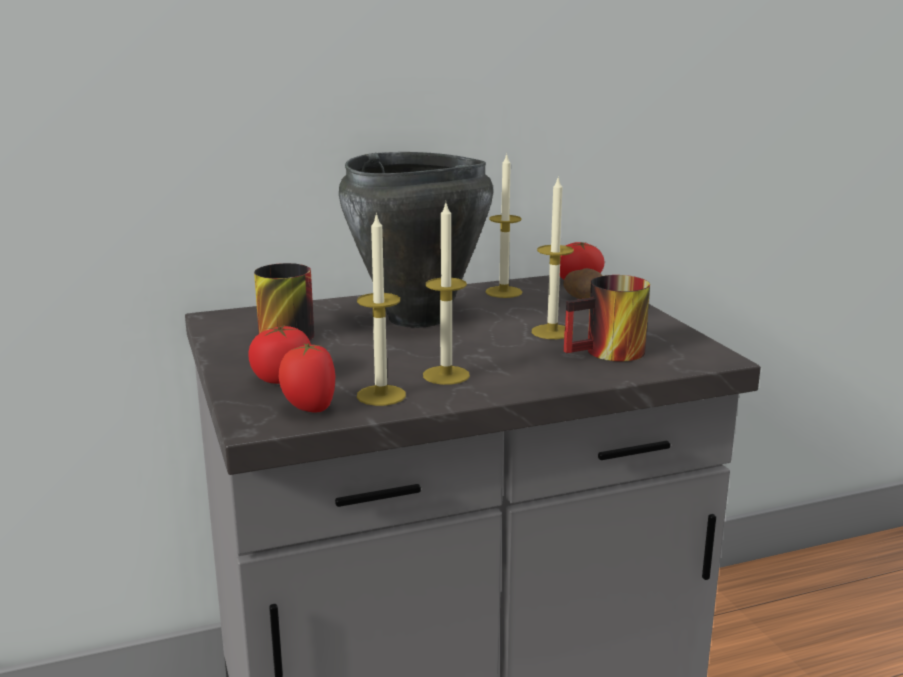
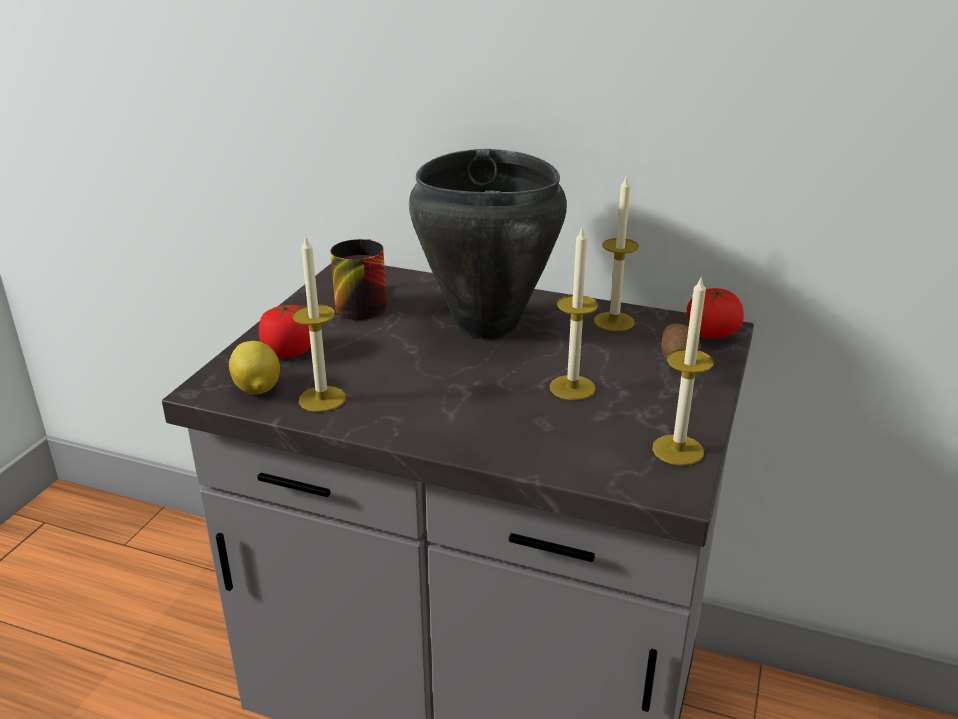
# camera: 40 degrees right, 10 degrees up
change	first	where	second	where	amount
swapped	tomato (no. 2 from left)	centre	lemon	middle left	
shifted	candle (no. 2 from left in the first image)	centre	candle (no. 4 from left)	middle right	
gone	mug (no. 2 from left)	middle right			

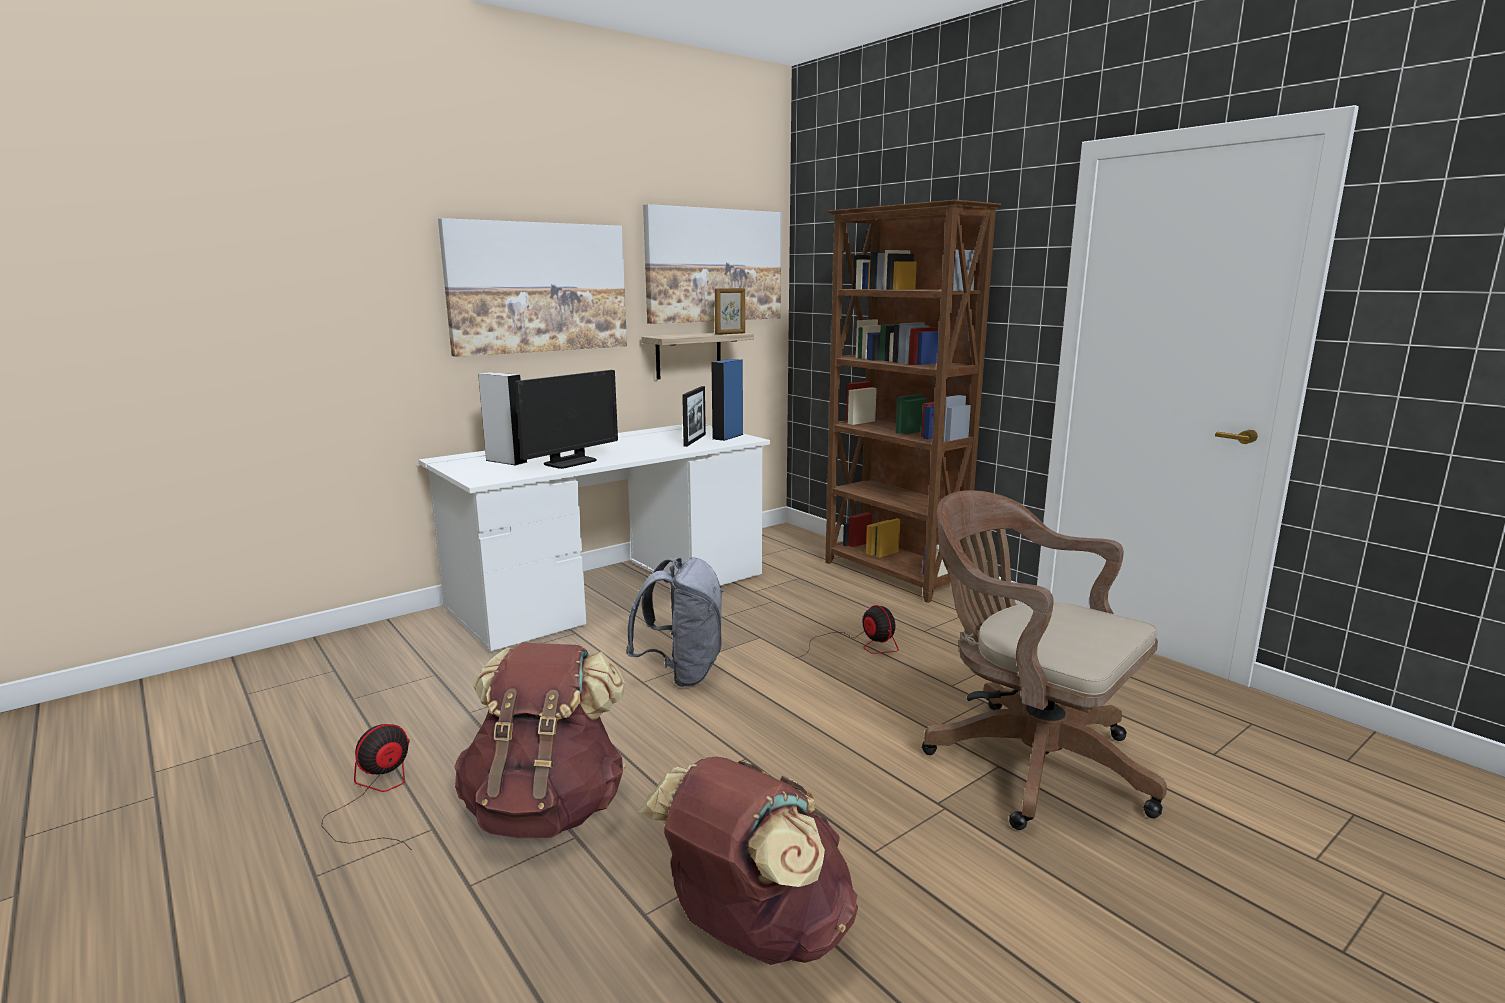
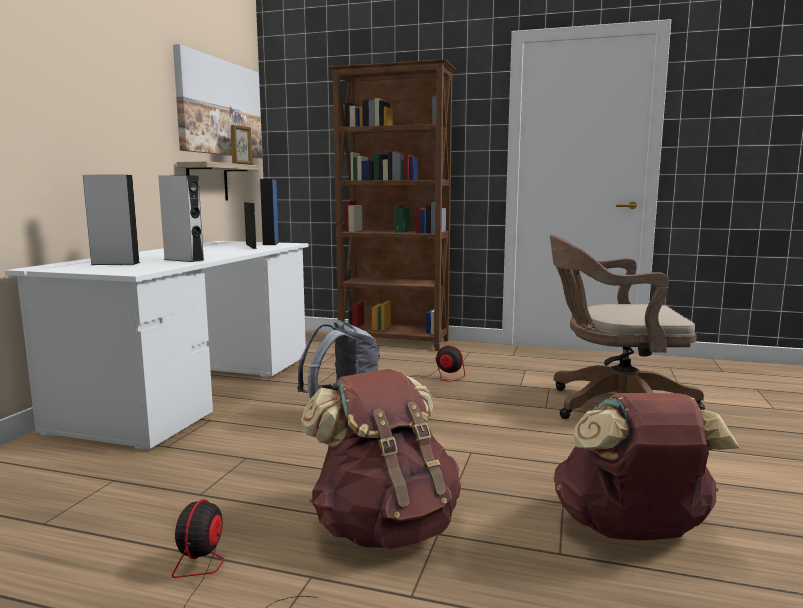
# camera: 35 degrees left, 5 degrees down
change	first	where	second	where	amount
gone	picture (no. 1 from left)	top centre			
swapped	monitor	centre	grey speaker (no. 2 from left)	middle left	

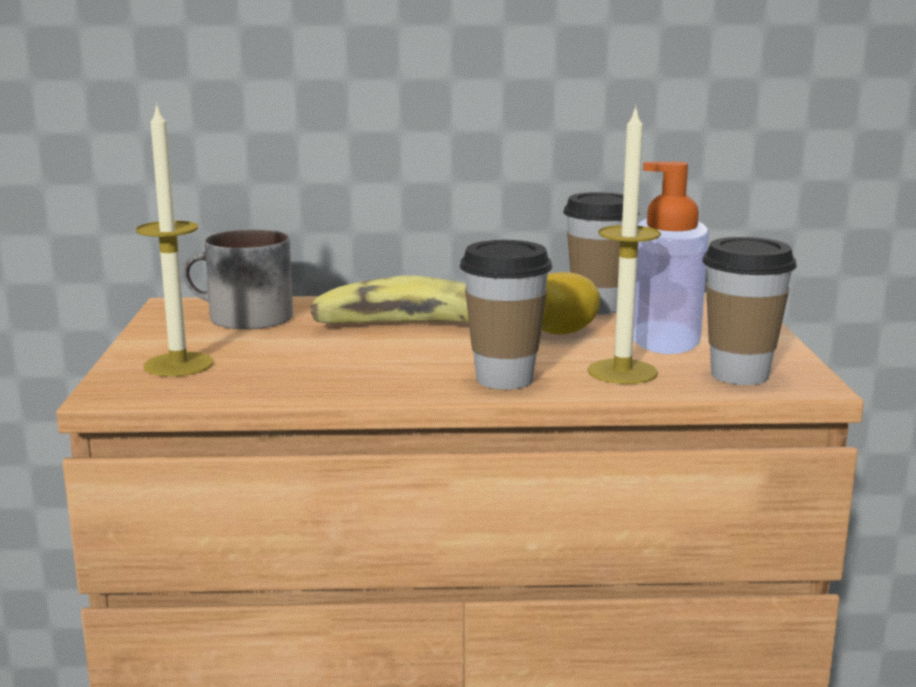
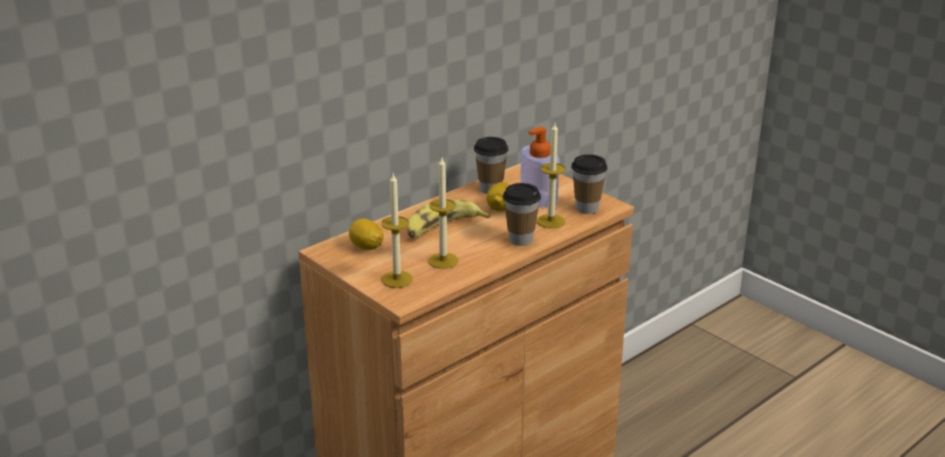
# camera: 40 degrees left, 10 degrees up
change	first	where	second	where	amount
swapped	mug	middle left	lemon (no. 1 from left)	centre	
new			candle (no. 2 from left)	centre	

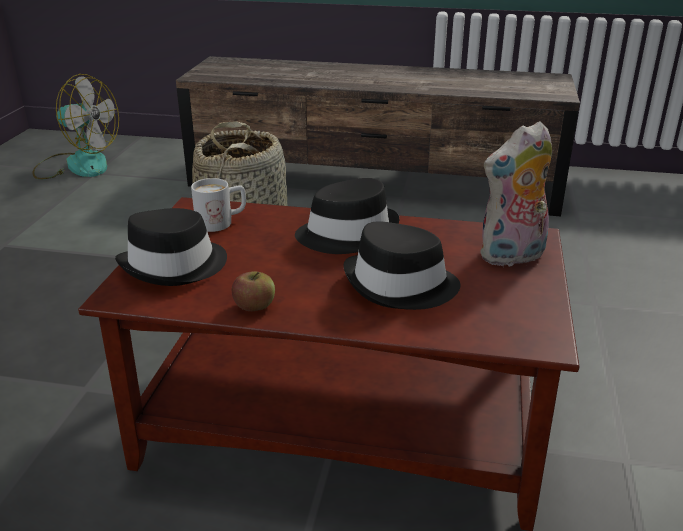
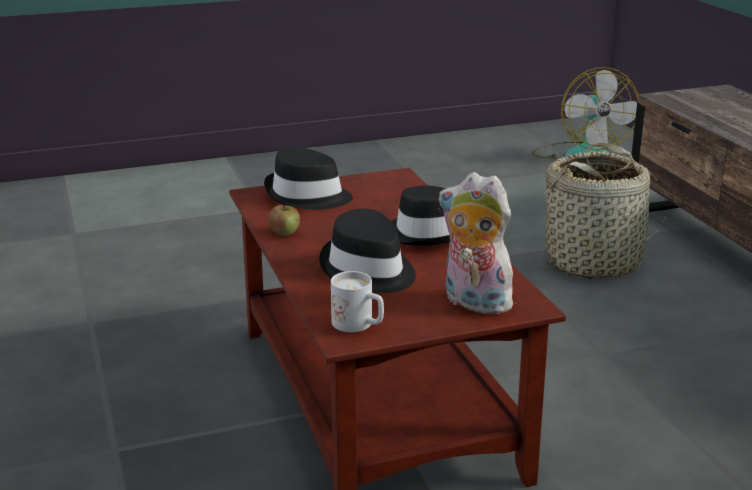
# camera: 60 degrees right, 5 degrees down
change	first	where	second	where	amount
shifted	white mug	middle left		centre	

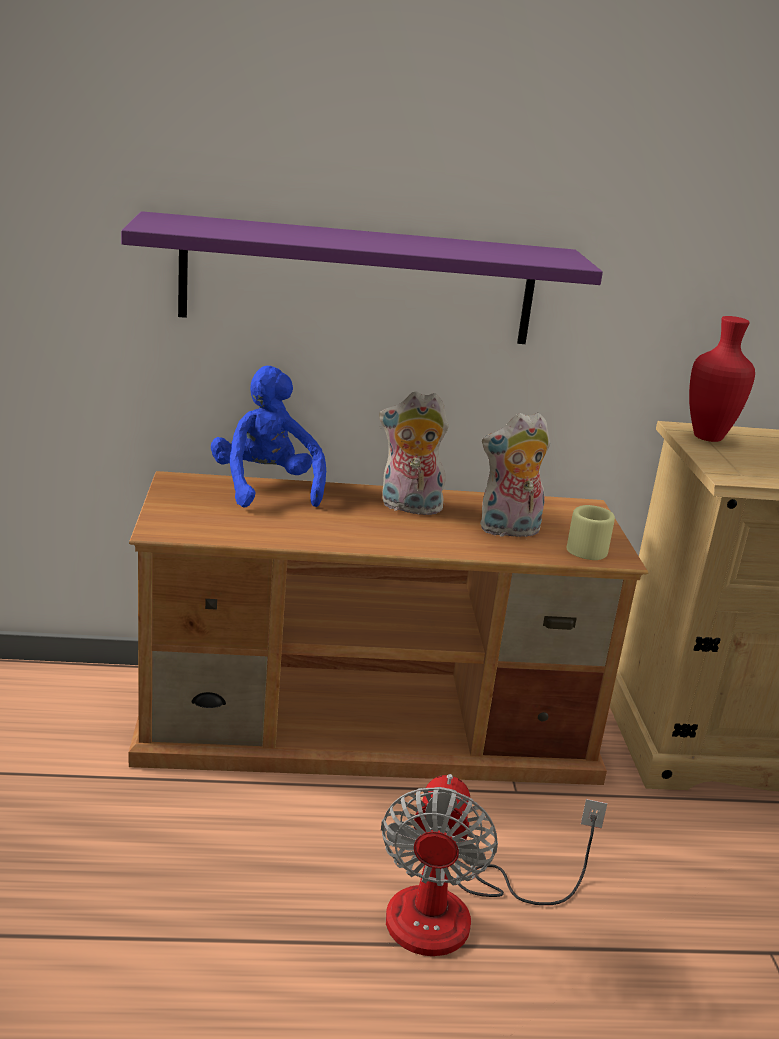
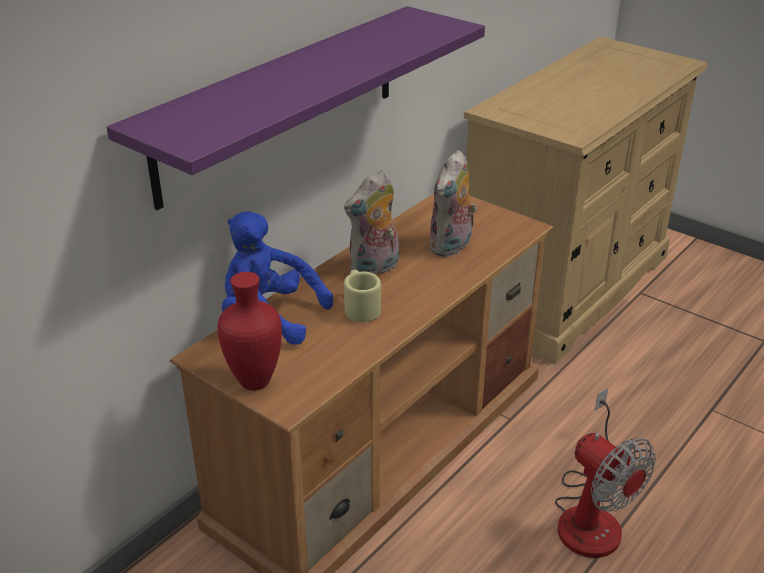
# camera: 45 degrees left, 10 degrees up
change	first	where	second	where	amount
shifted	beige mug	middle right		centre	
shifted	red vase	middle right		middle left	

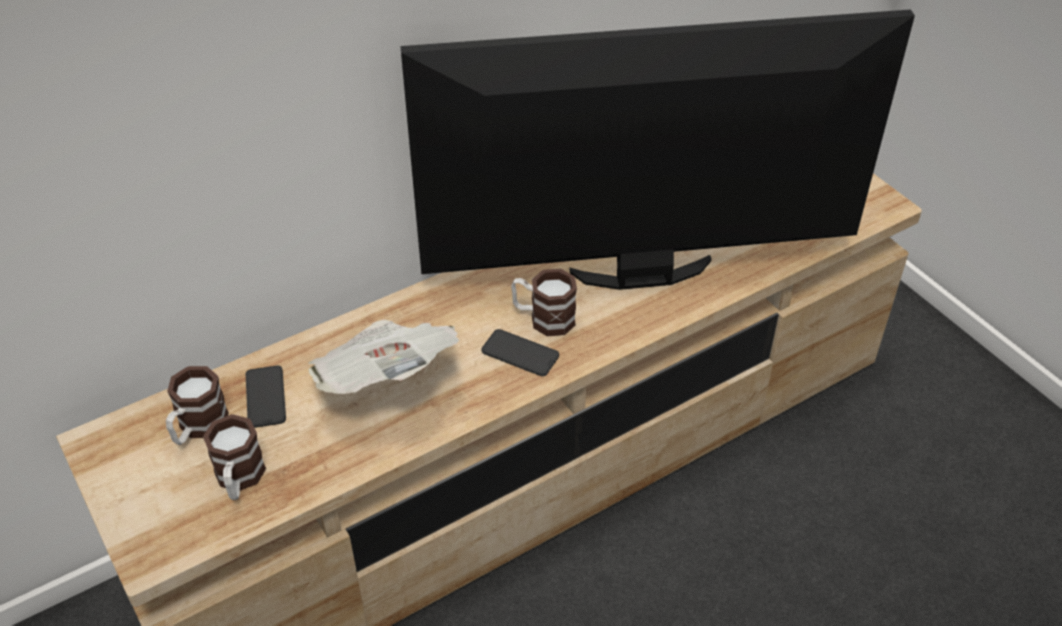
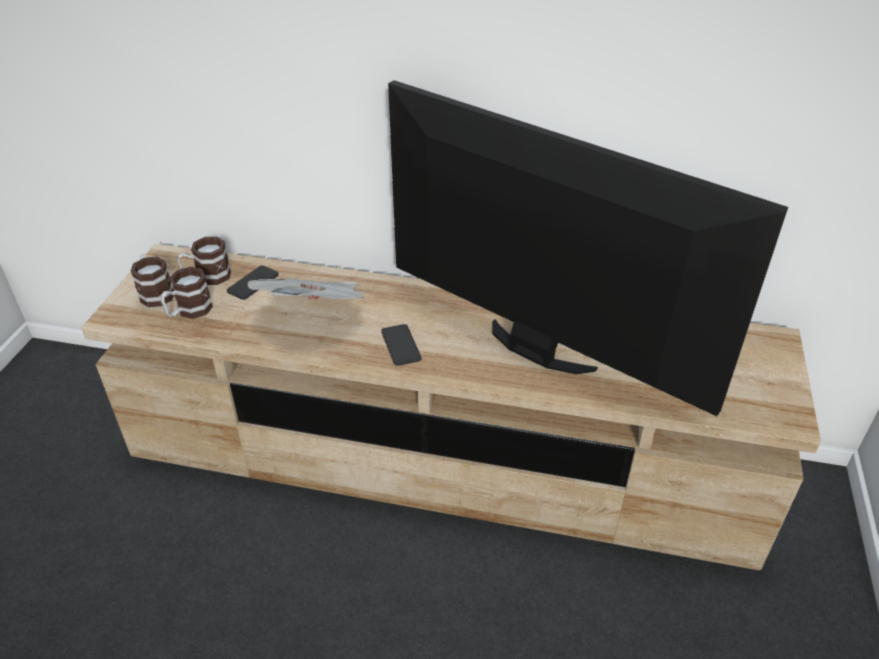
# camera: 45 degrees right, 5 degrees down
change	first	where	second	where	amount
shifted	mug (no. 3 from left in the first image)	centre	mug (no. 1 from left)	middle left	

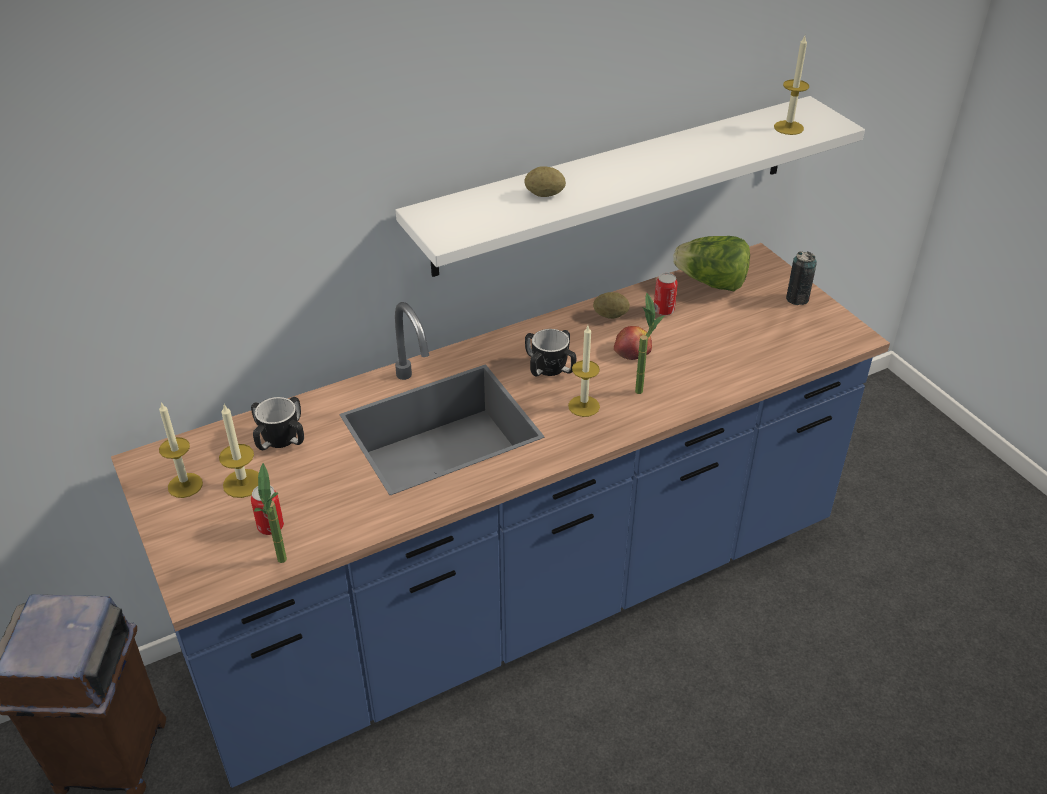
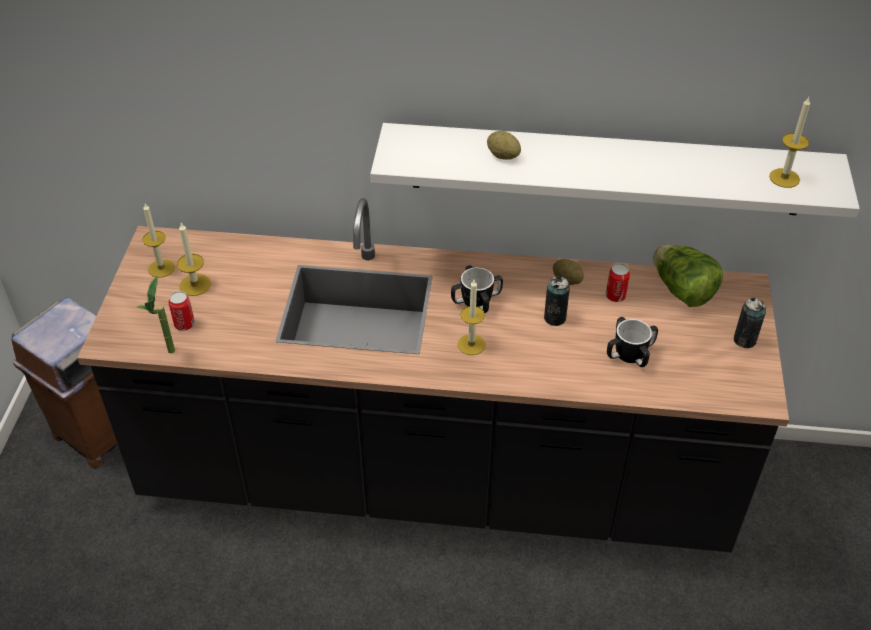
# camera: 35 degrees right, 5 degrees up
change	first	where	second	where	amount
repainted	blue counter	centre	black counter	centre	
shifted	mug (no. 1 from left in the first image)	middle left	mug (no. 2 from left)	middle right	
swapped	apple	centre	can (no. 2 from left)	centre	
gone	potted plant (no. 2 from left)	centre			

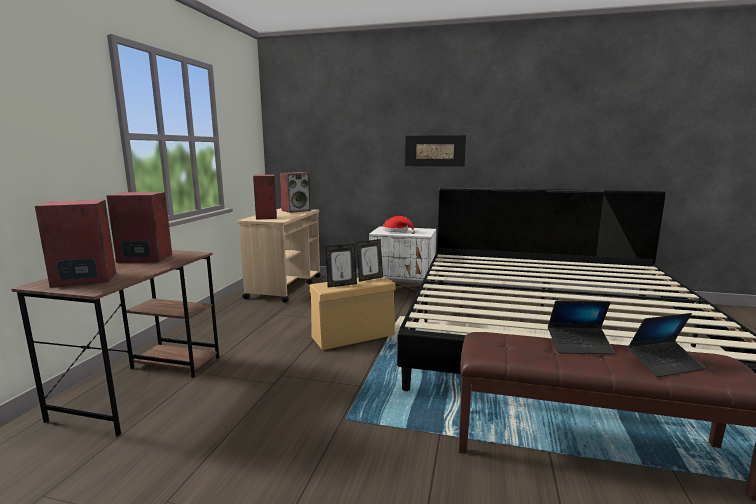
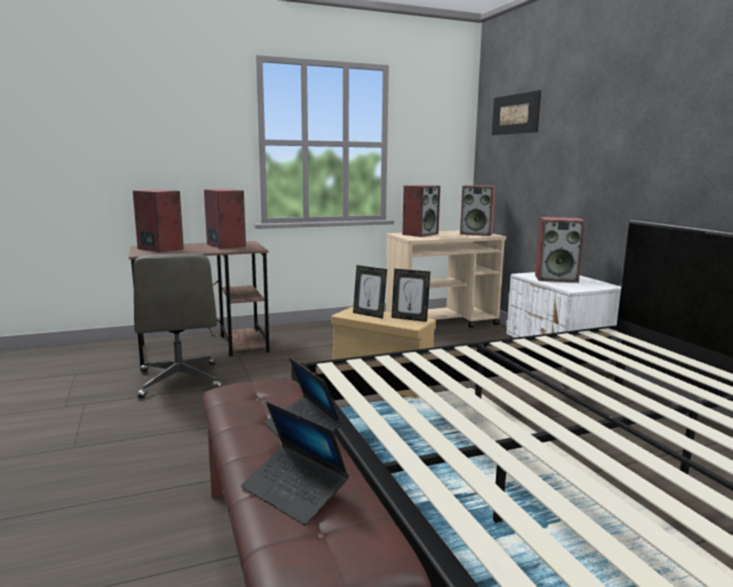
# camera: 55 degrees right, 0 degrees up
change	first	where	second	where	amount
swapped	red hat	centre	speaker (no. 5 from left)	middle right	
shifted	picture	top centre		top right	
new			grey office chair	middle left	

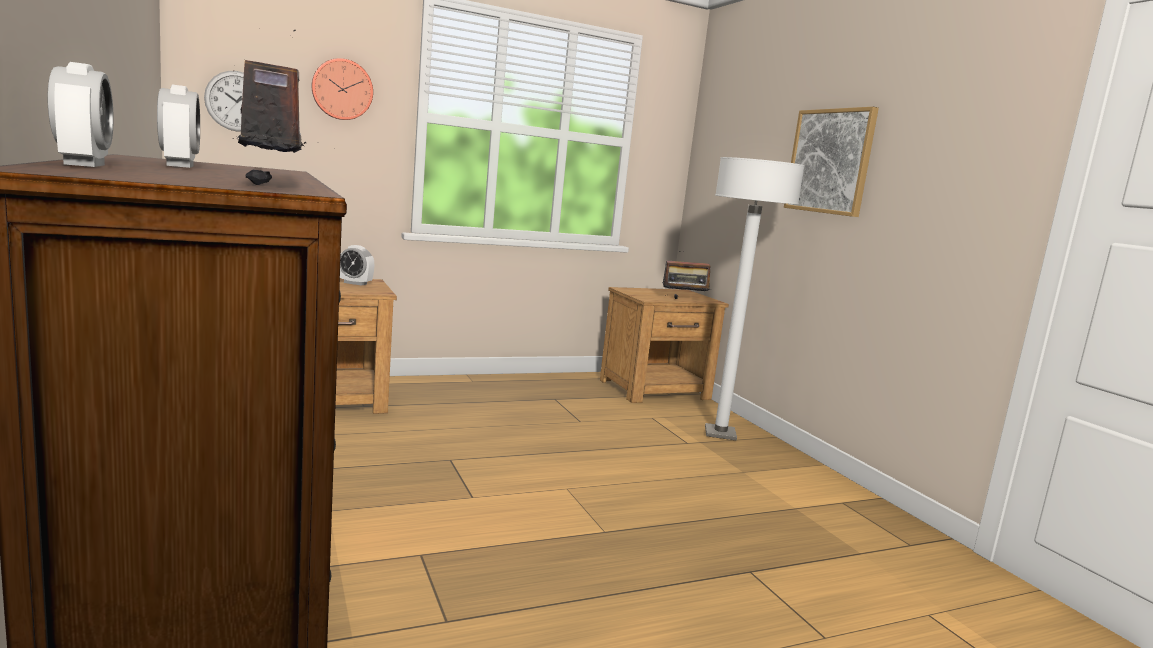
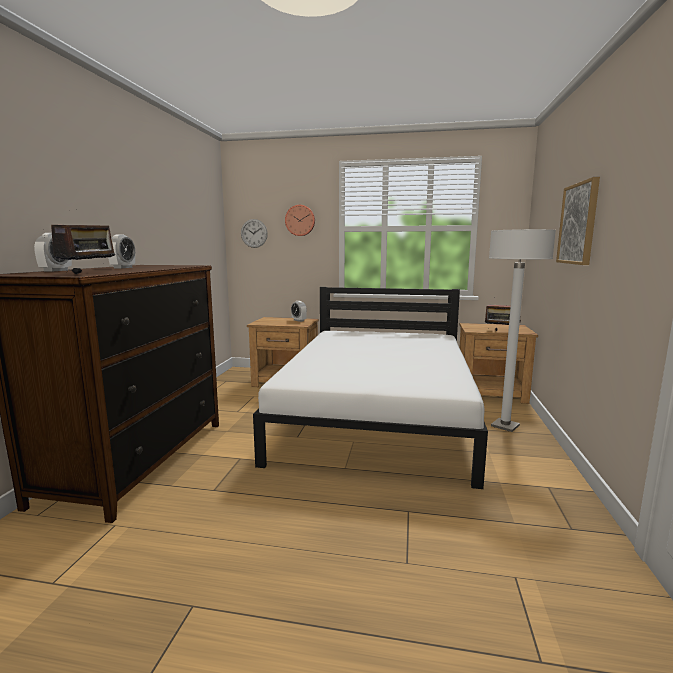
# camera: 35 degrees right, 0 degrees up
change	first	where	second	where	amount
new			white bed	centre	

